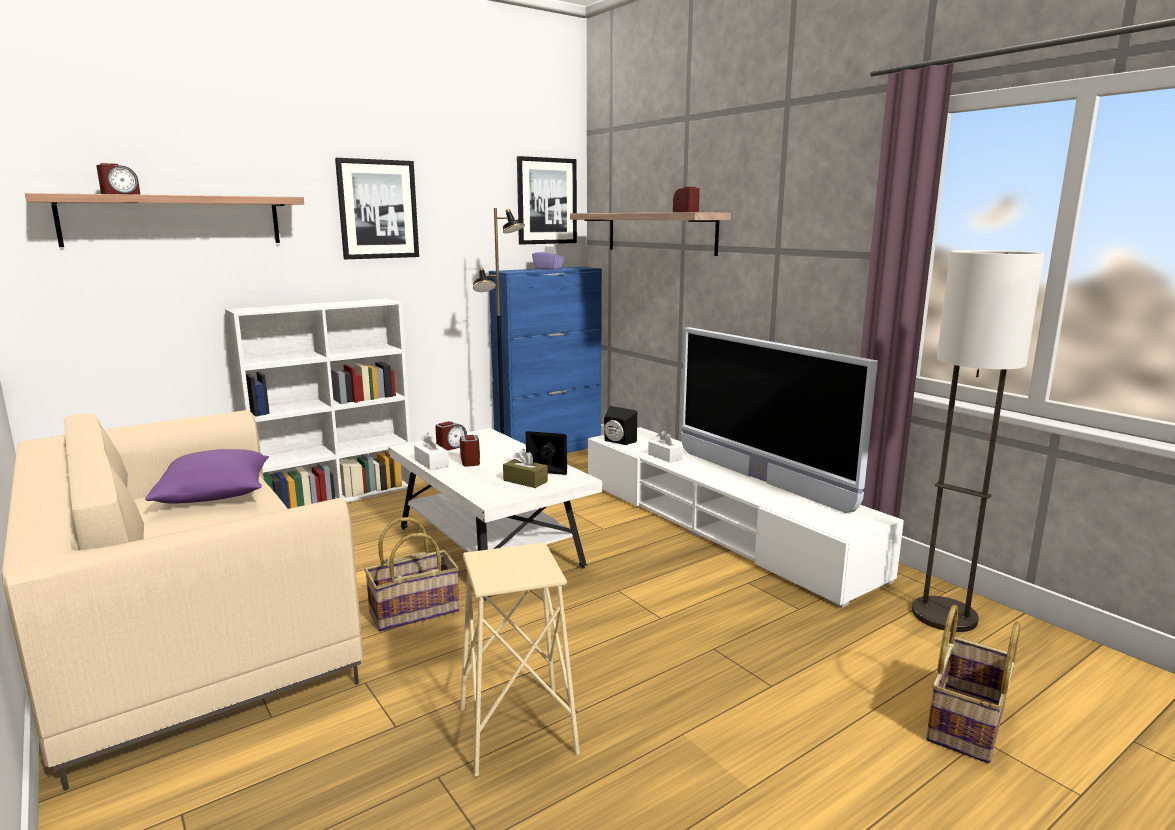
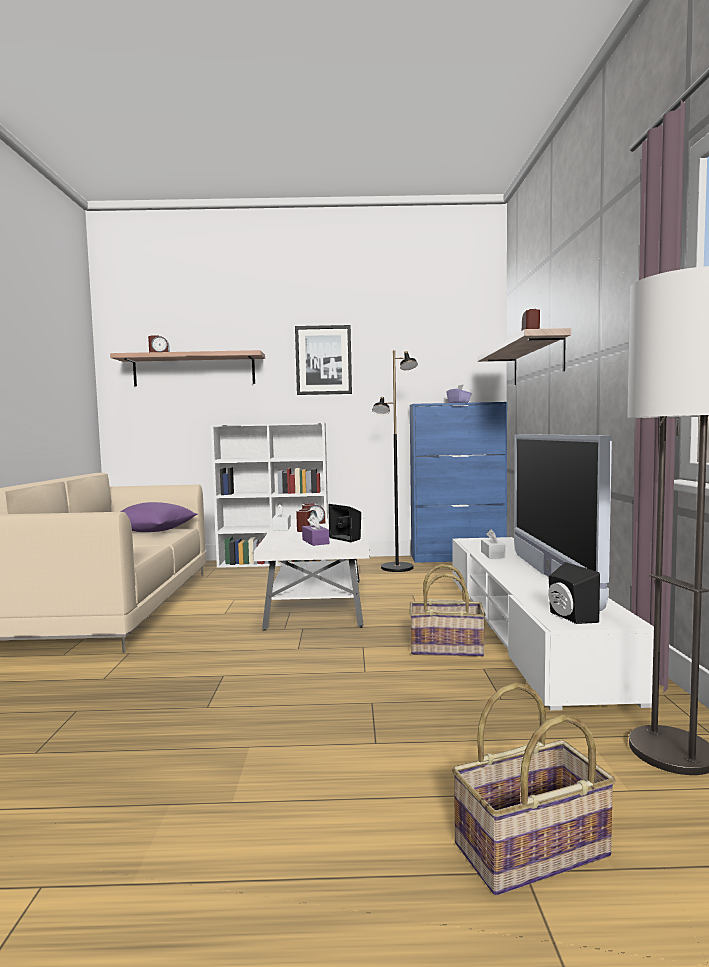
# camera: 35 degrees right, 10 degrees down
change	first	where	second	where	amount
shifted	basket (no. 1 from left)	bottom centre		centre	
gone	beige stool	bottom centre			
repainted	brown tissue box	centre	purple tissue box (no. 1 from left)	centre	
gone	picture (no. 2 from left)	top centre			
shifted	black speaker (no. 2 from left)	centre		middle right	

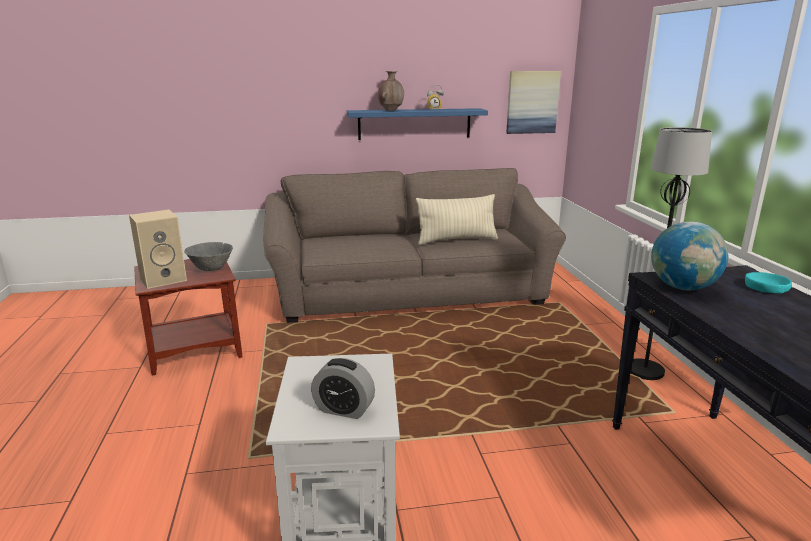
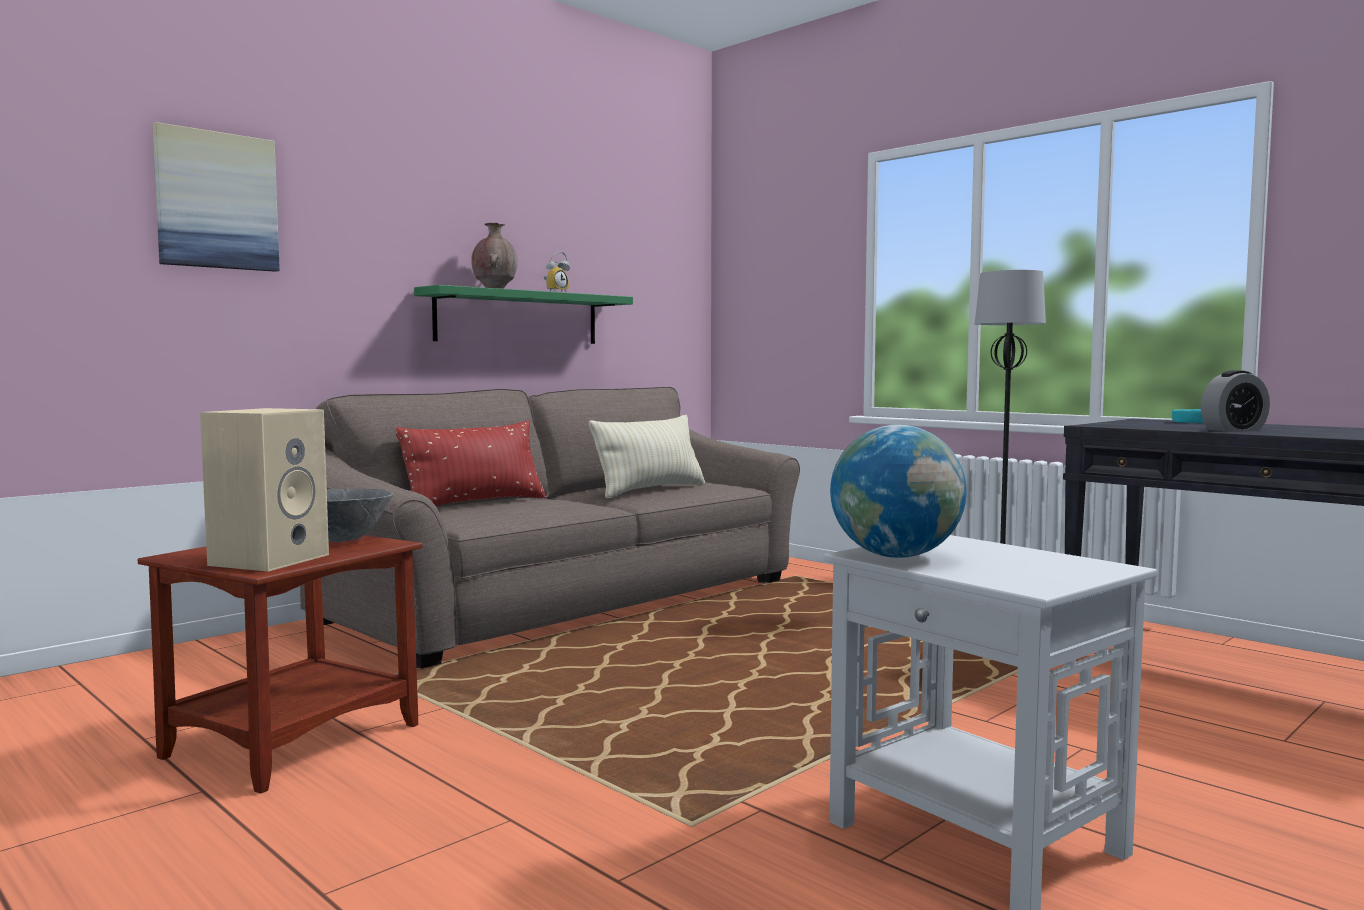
# camera: 35 degrees left, 15 degrees down
change	first	where	second	where	amount
shifted	alarm clock (no. 1 from left in the first image)	bottom centre	alarm clock (no. 2 from left)	middle right	
repainted	blue shelf	top centre	green shelf	centre	
shifted	picture	top centre		top left	
shifted	globe	middle right		centre	
new			red pillow	centre	

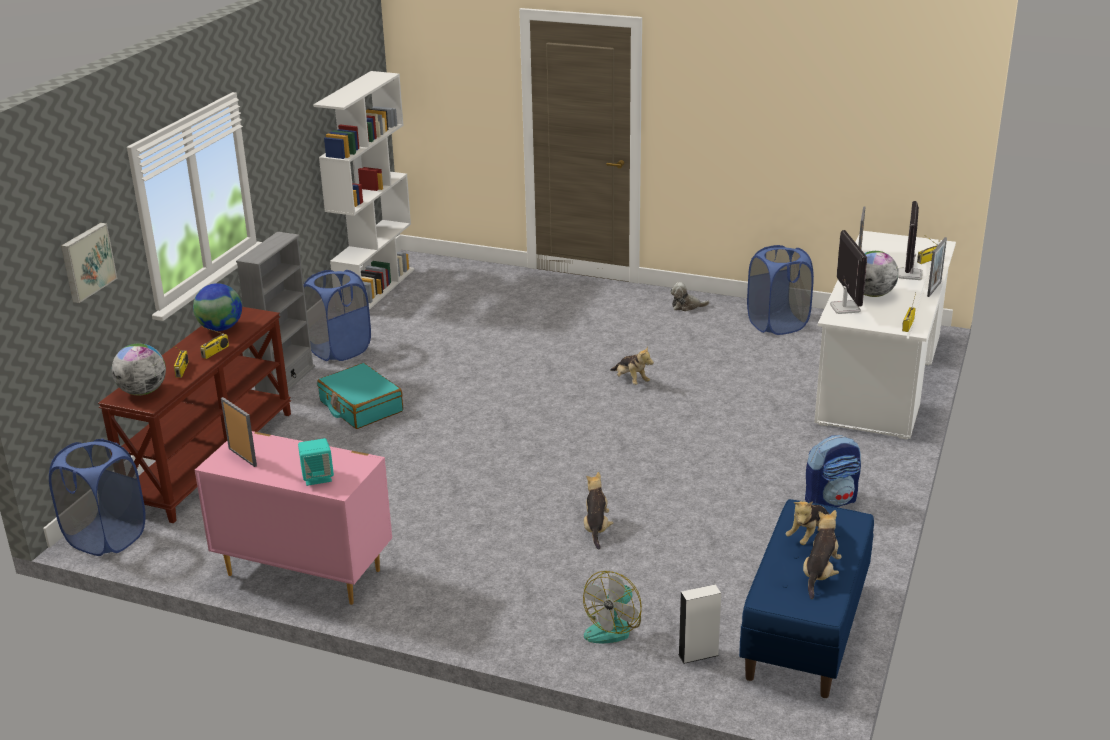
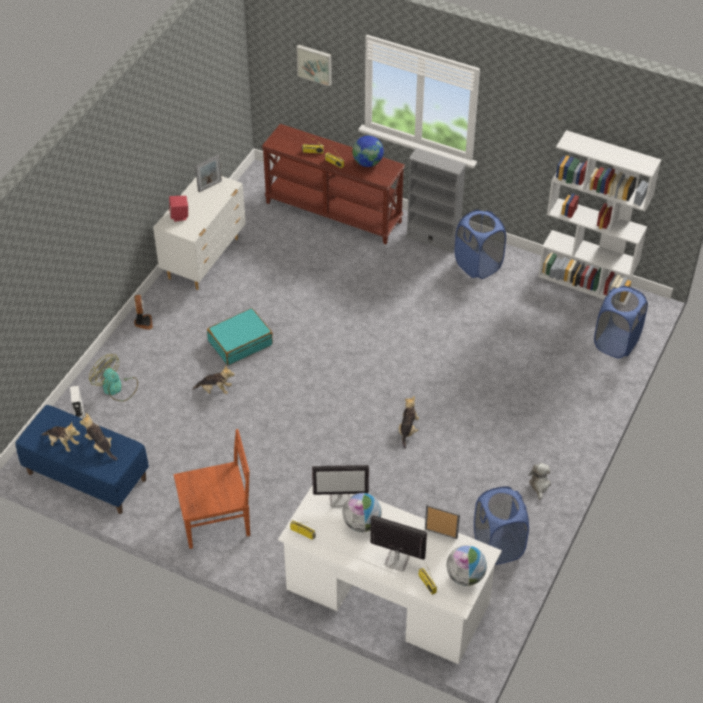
# camera: 95 degrees right, 20 degrees up
change	first	where	second	where	amount
shifted	blue laundry basket (no. 1 from left in the first image)	bottom left	blue laundry basket (no. 3 from left)	middle right	
shifted	globe (no. 1 from left in the first image)	middle left	globe (no. 3 from left)	bottom centre	
repainted	pink dresser	bottom left	white dresser	top left	
repainted	turquoise speaker	middle left	red speaker	top left	
shifted	turquoise suitcase	middle left		centre	
rotated	plush toy (no. 2 from left in the first image)	centre	plush toy (no. 4 from left)	centre	135 degrees clockwise
swapped	backpack	middle right	brown chair	bottom left	
gone	picture frame (no. 3 from left)	middle right			
new			fan (no. 2 from left)	middle left	

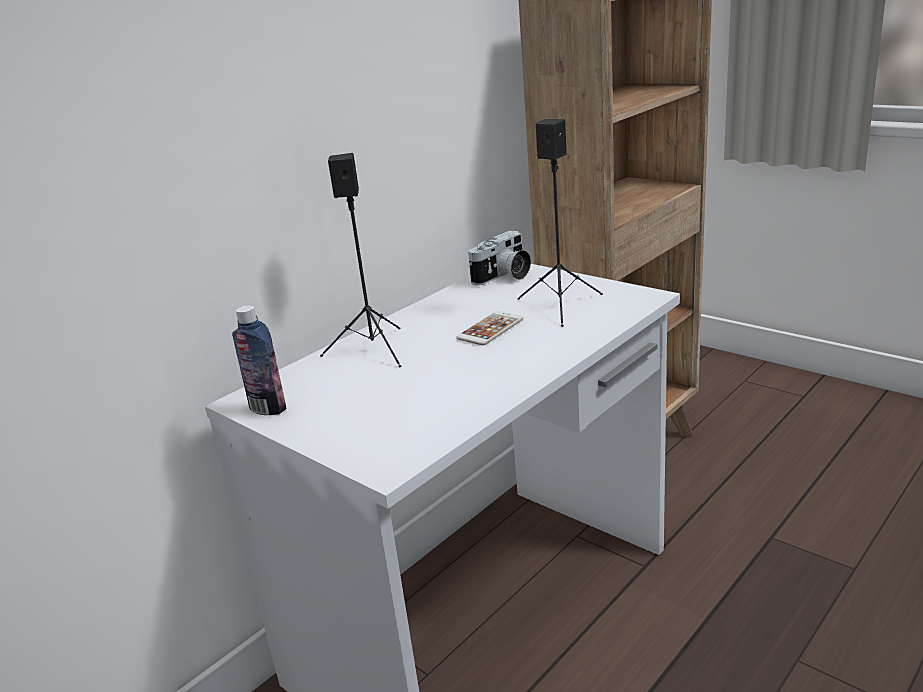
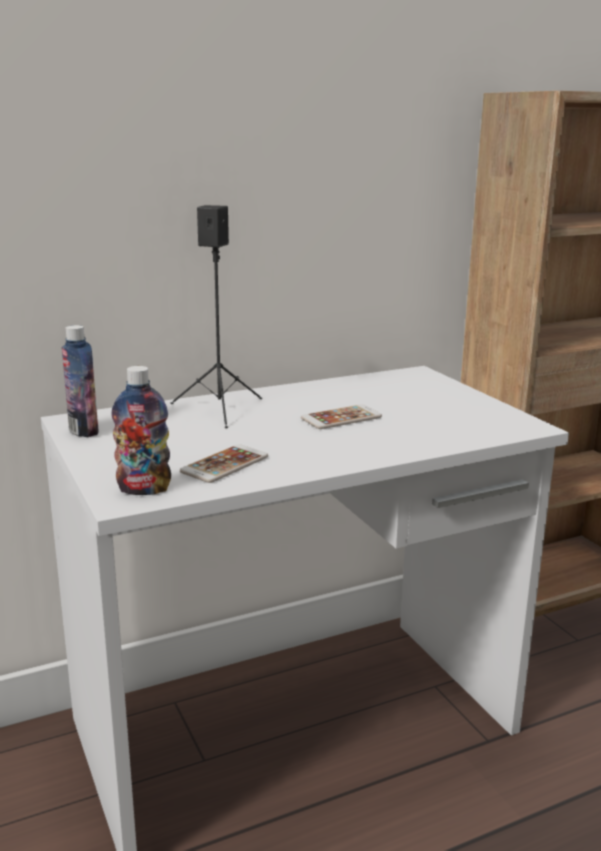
# camera: 20 degrees right, 5 degrees down
change	first	where	second	where	amount
gone	photo camera	centre			
gone	black speaker (no. 2 from left)	top centre			
new			bottle (no. 2 from left)	middle left	
new			phone (no. 1 from left)	centre	

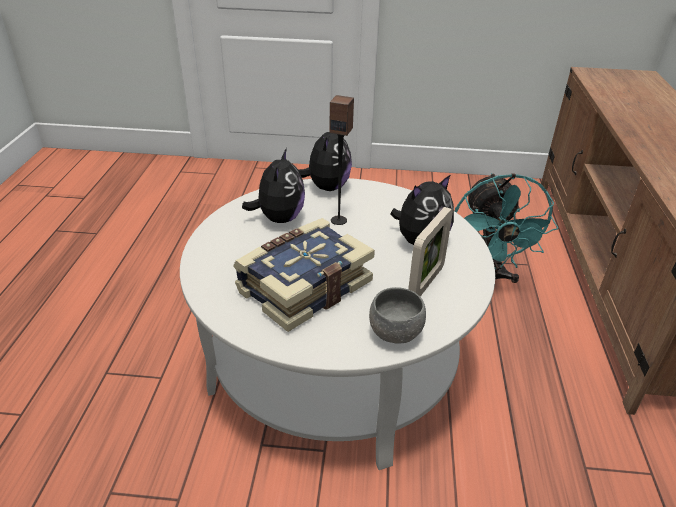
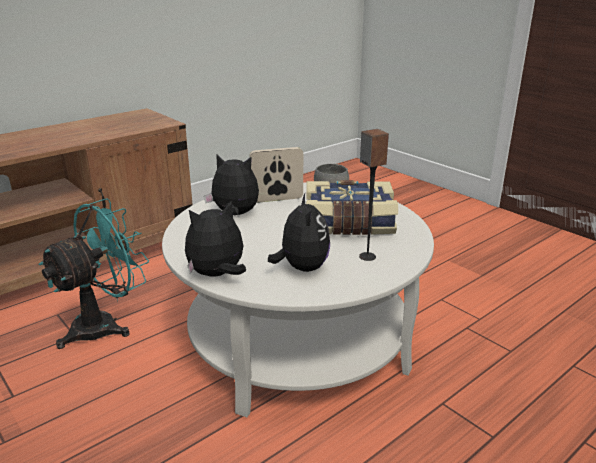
# camera: 135 degrees left, 10 degrees down
change	first	where	second	where	amount
rotated	plush toy (no. 1 from left in the first image)	centre	plush toy (no. 3 from left)	centre	120 degrees clockwise
shifted	speaker	top centre		centre	

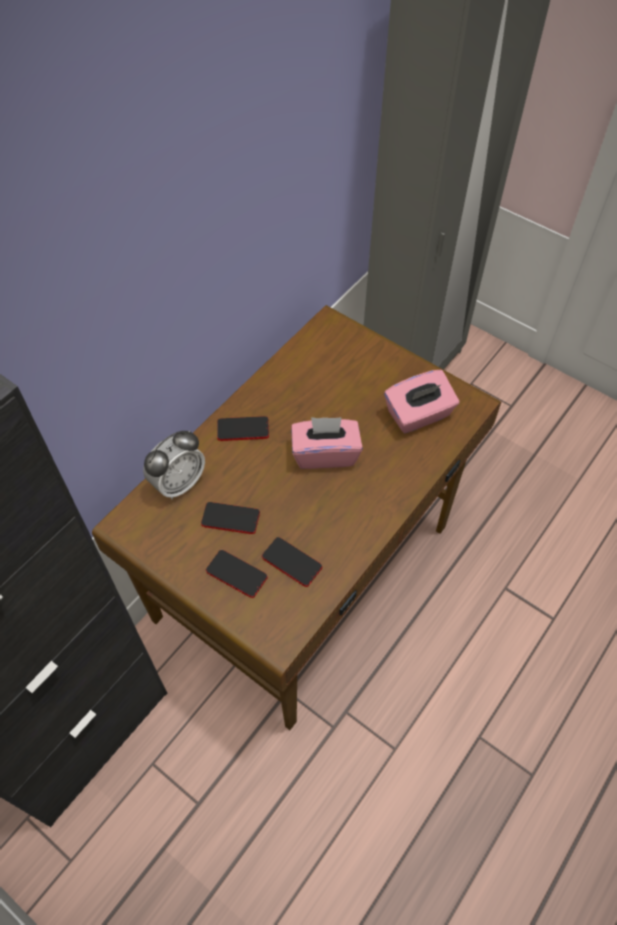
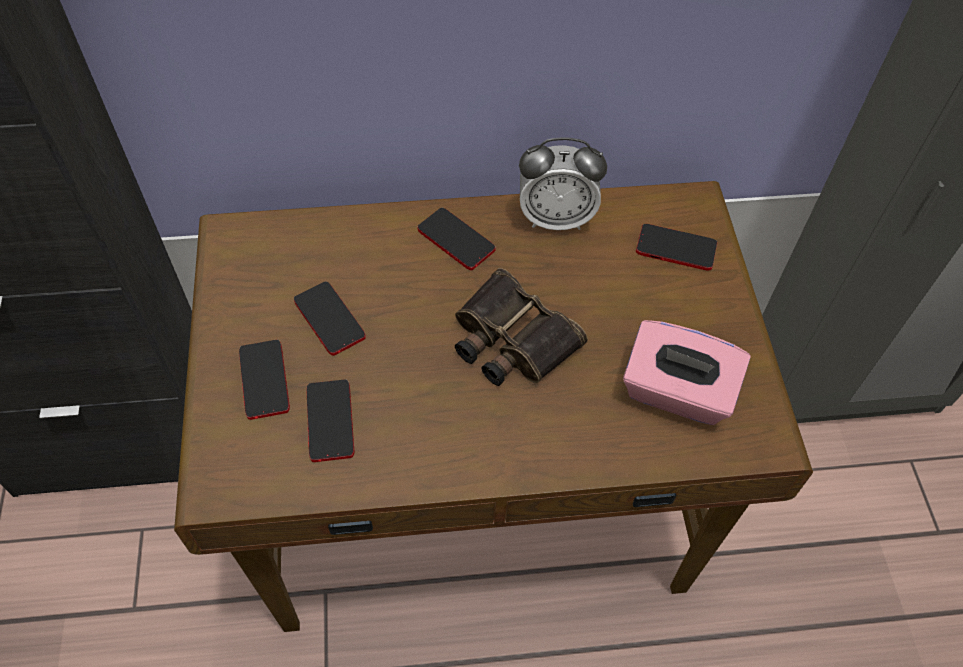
# camera: 45 degrees right, 0 degrees up
change	first	where	second	where	amount
shifted	alarm clock	middle left		top centre	
swapped	pink tissue box (no. 1 from left)	centre	binoculars	centre	
new			phone (no. 5 from left)	middle right	

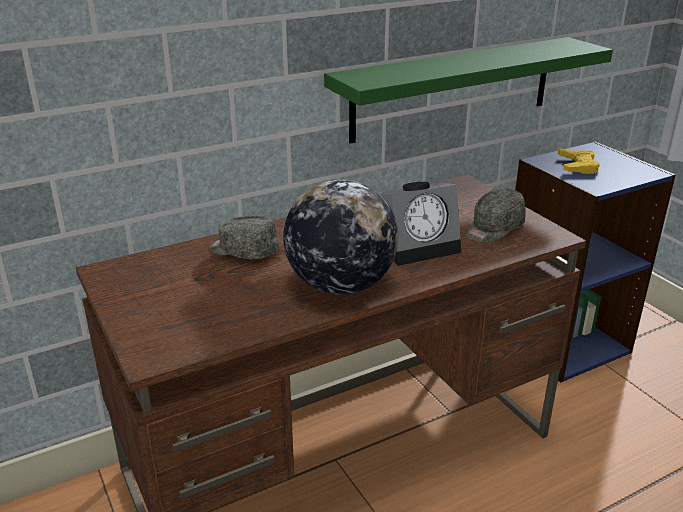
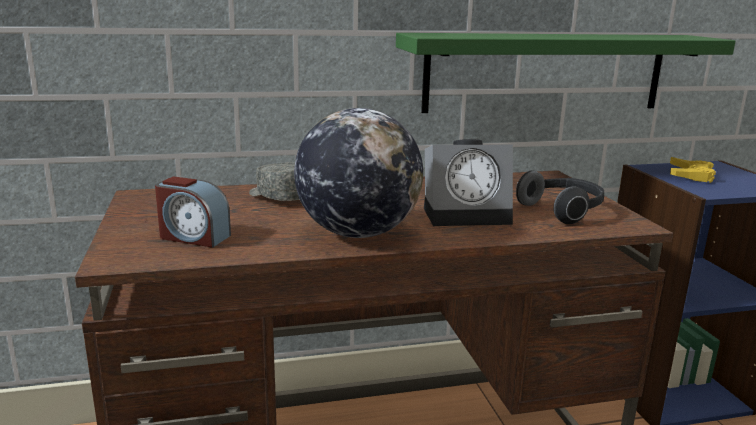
# camera: 15 degrees right, 10 degrees down
change	first	where	second	where	amount
swapped	grey cap (no. 2 from left)	middle right	headphones	middle right	
new			alarm clock (no. 1 from left)	middle left	

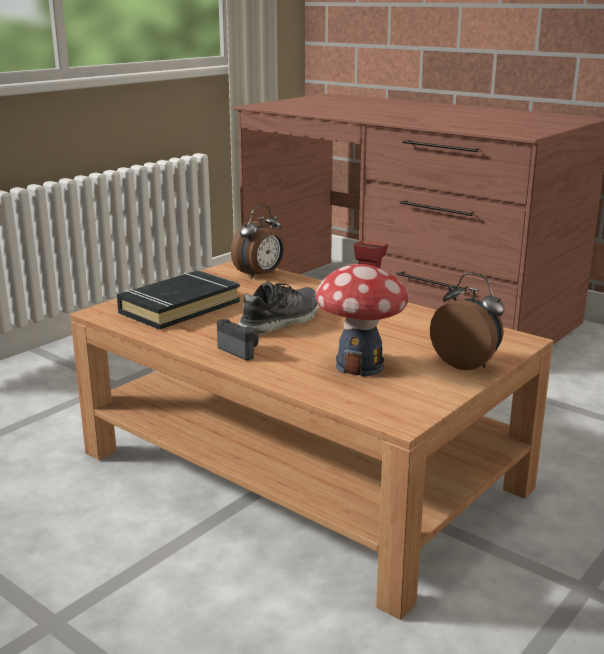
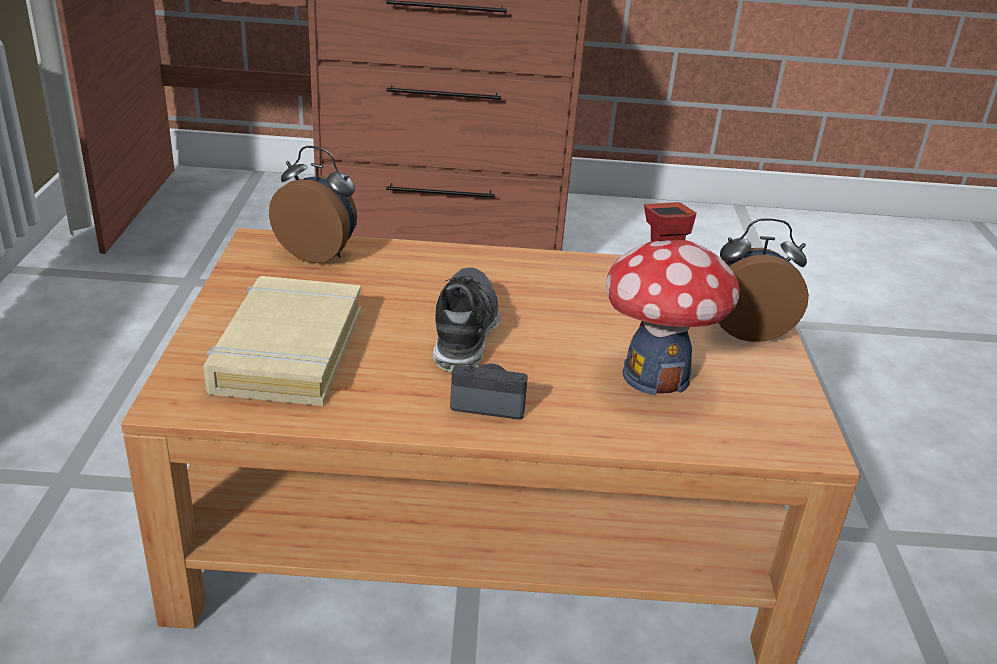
# camera: 40 degrees left, 10 degrees up
change	first	where	second	where	amount
repainted	black book	middle left	beige book	middle left	
rotated	alarm clock (no. 1 from left)	centre		top left	75 degrees counterclockwise

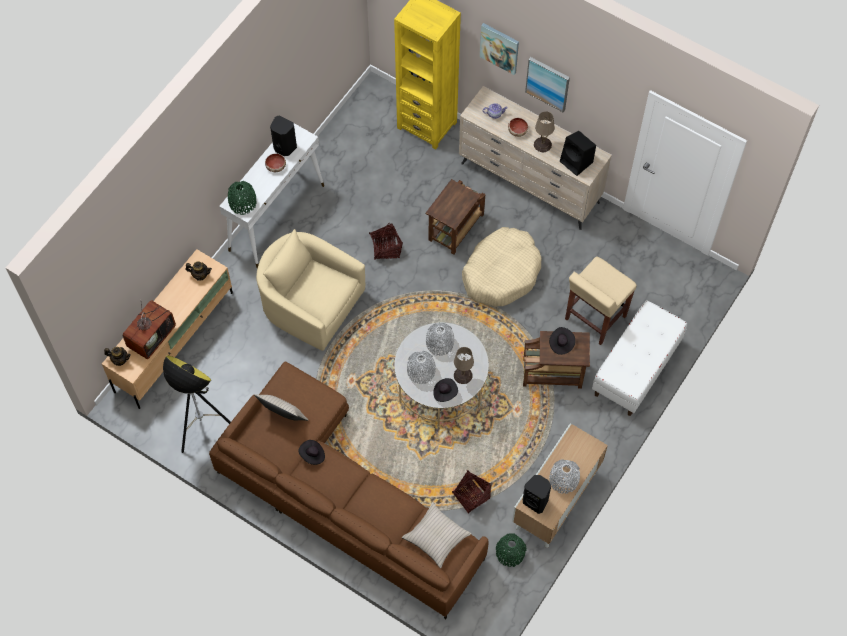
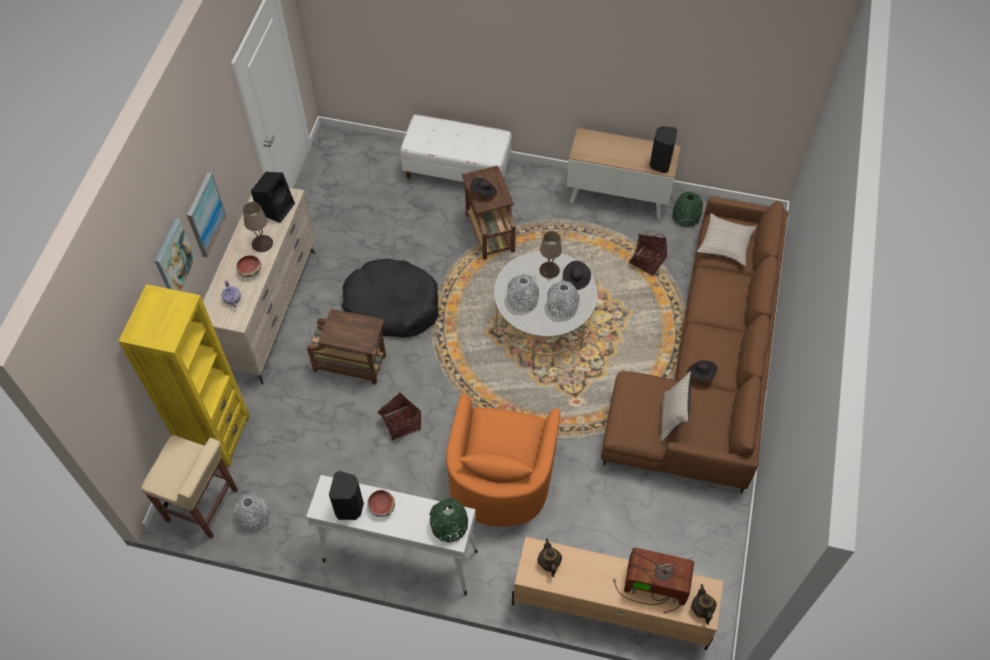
# camera: 110 degrees left, 5 degrees down
change	first	where	second	where	amount
gone	floor lamp	middle left			
repainted	beige armchair	centre	orange armchair	bottom centre	
repainted	beige dog bed	centre	black dog bed	centre	
shifted	grey vase (no. 3 from left in the first image)	bottom right	grey vase (no. 1 from left)	bottom left	
shifted	beige stool	middle right		bottom left	

